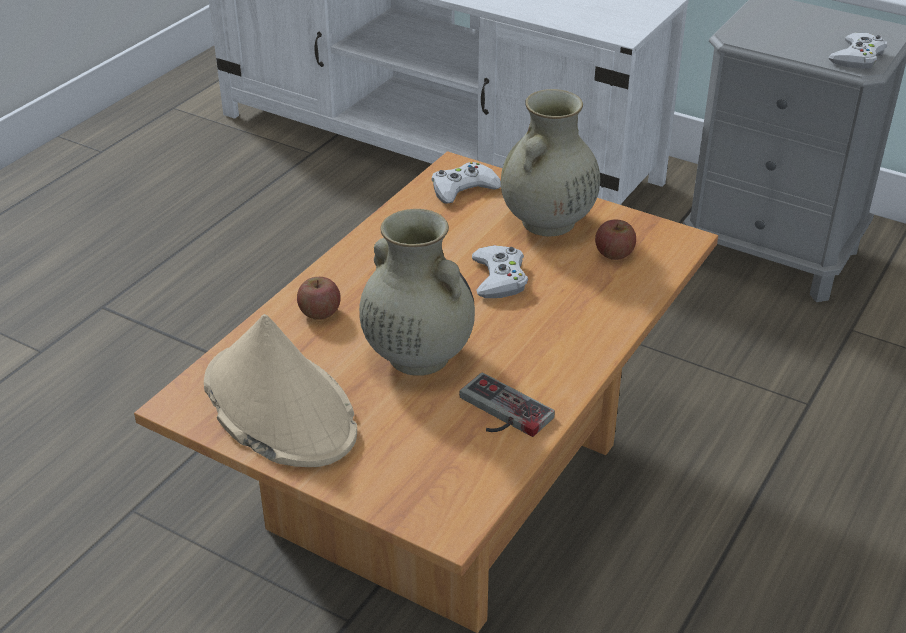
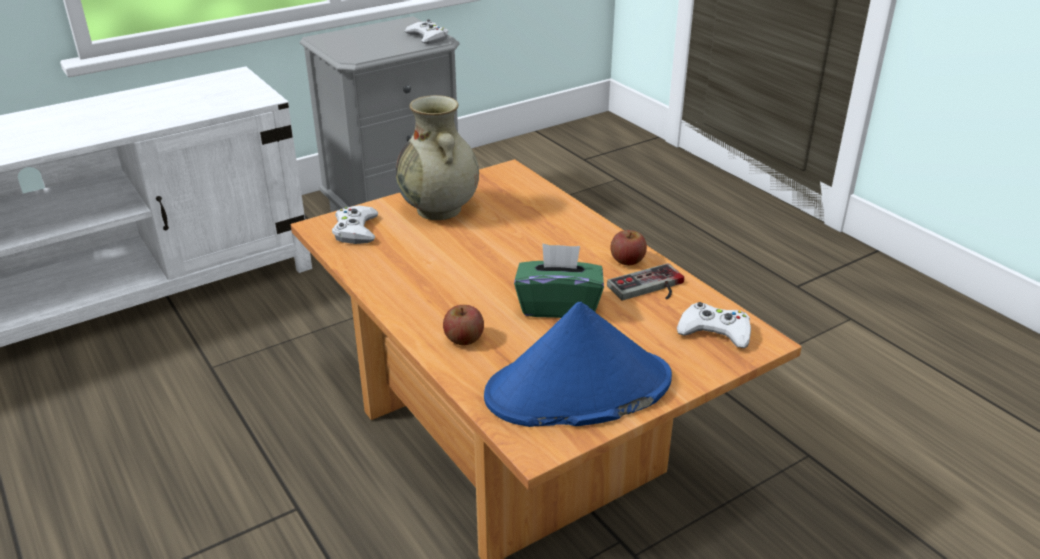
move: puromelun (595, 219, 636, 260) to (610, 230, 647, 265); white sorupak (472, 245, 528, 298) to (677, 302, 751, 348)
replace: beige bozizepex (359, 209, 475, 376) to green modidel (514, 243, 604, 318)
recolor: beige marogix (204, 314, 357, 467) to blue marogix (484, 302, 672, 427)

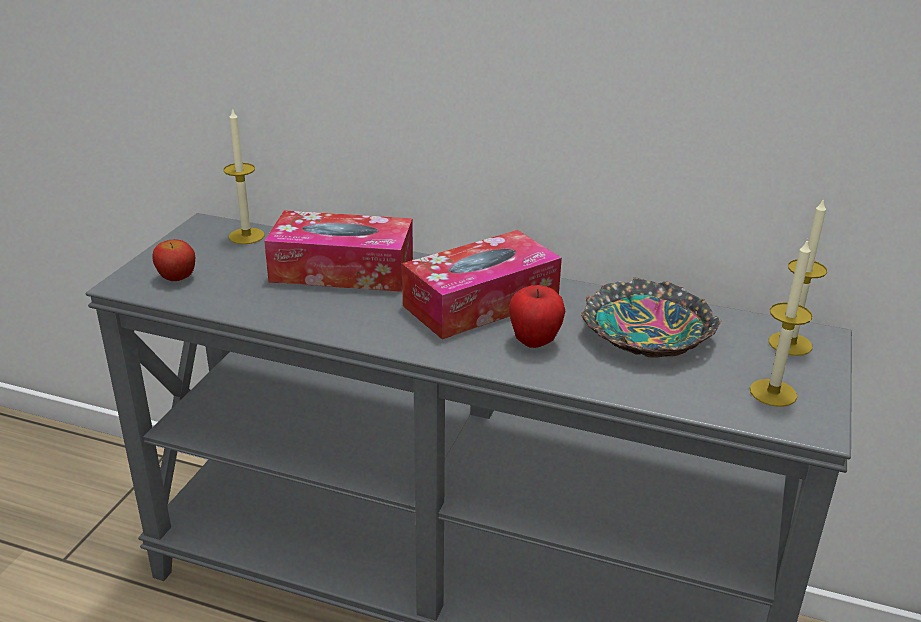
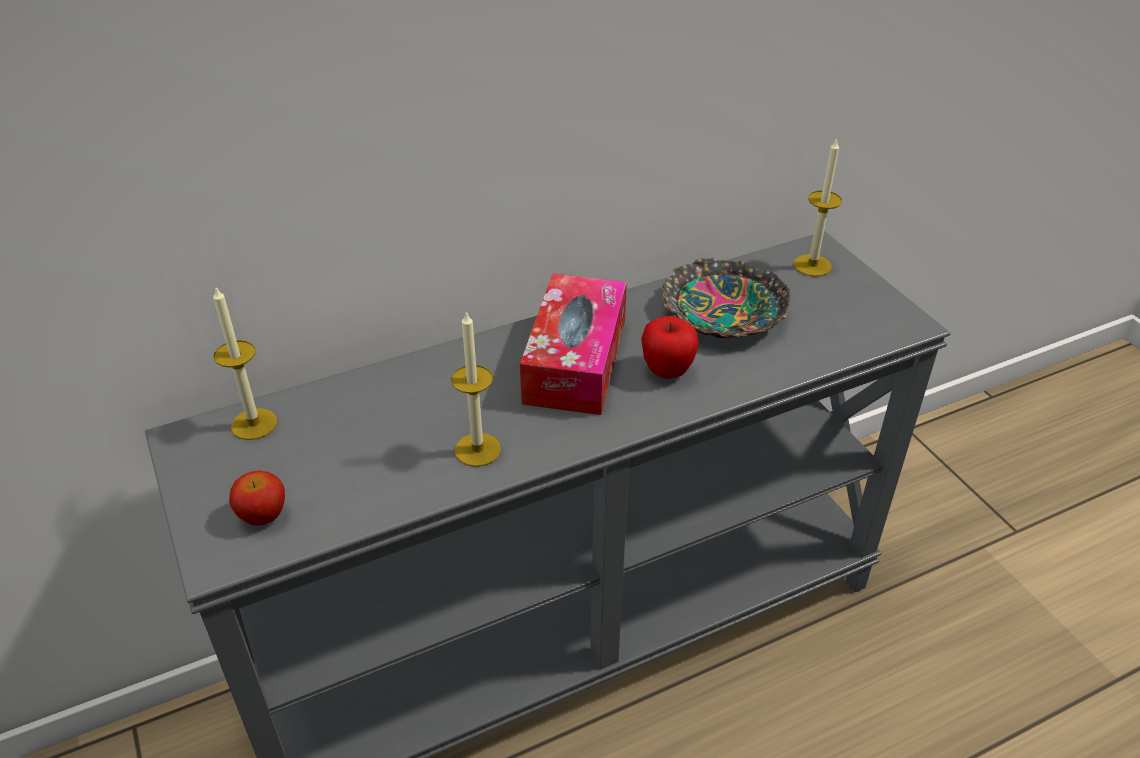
delete: modidel (264, 210, 413, 292)
move: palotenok (750, 239, 813, 407) to (451, 311, 501, 467)

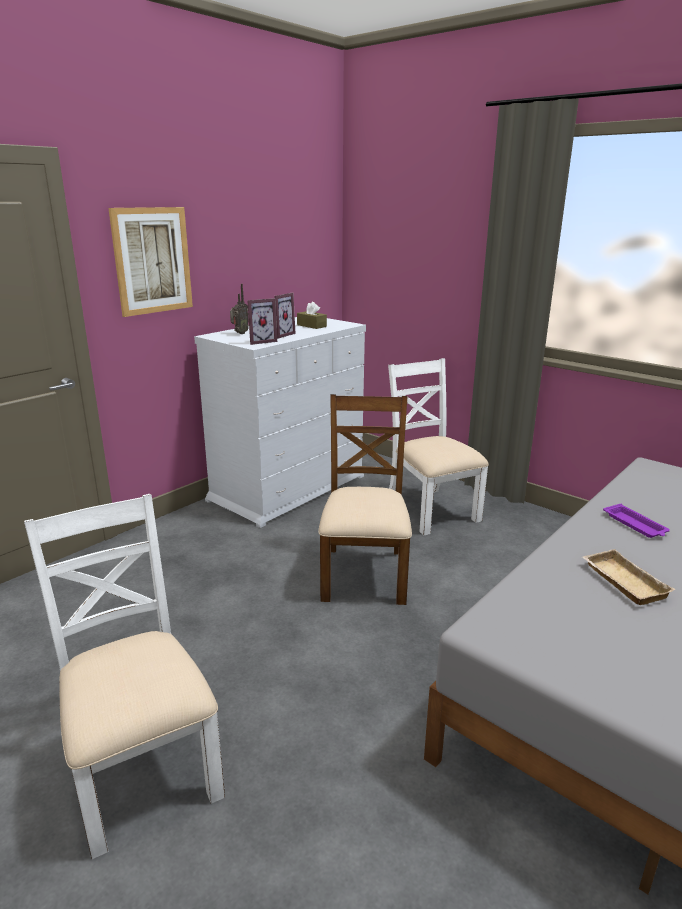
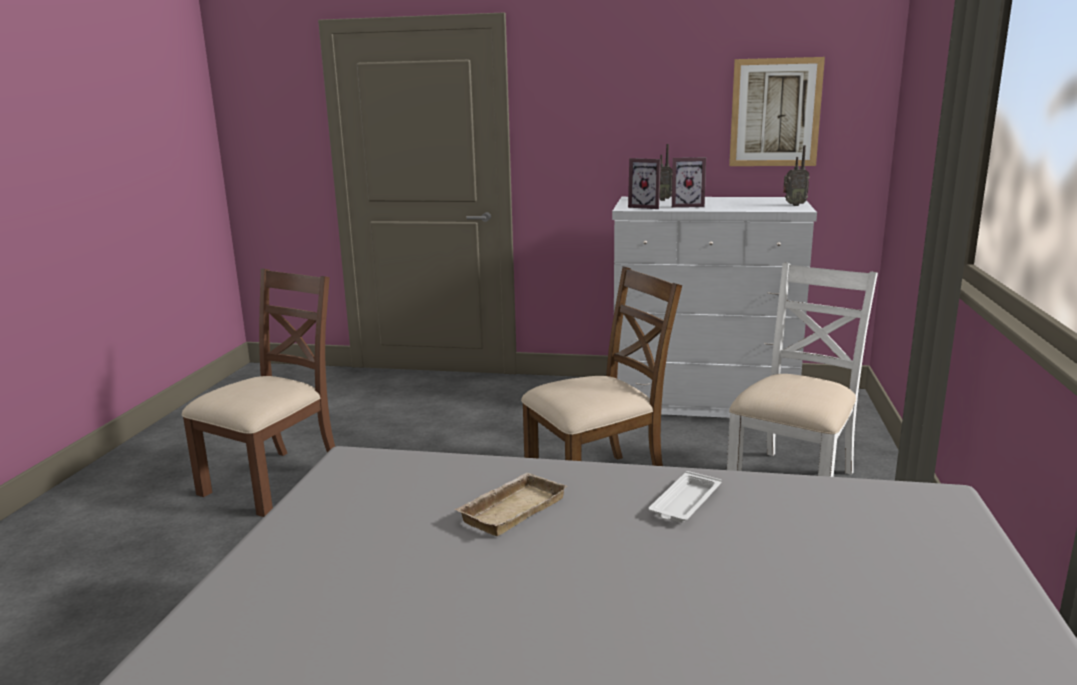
delete: brown modidel (297, 302, 327, 329)
insert: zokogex (783, 145, 810, 206)
move: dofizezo (108, 207, 193, 317) to (729, 57, 825, 166)
recolor: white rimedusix (24, 494, 225, 859) to brown rimedusix (182, 268, 335, 517); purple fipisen (603, 504, 670, 538) to white fipisen (649, 471, 722, 523)

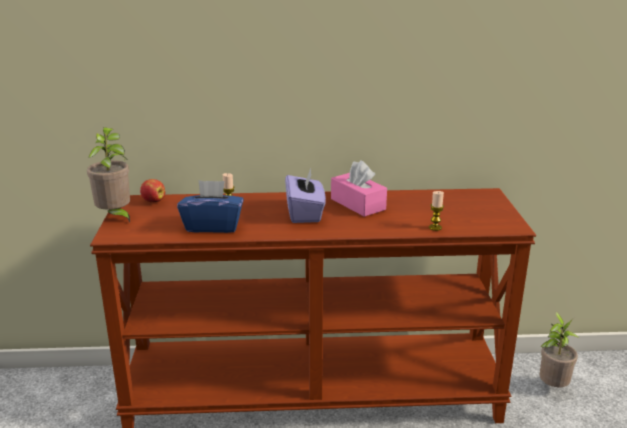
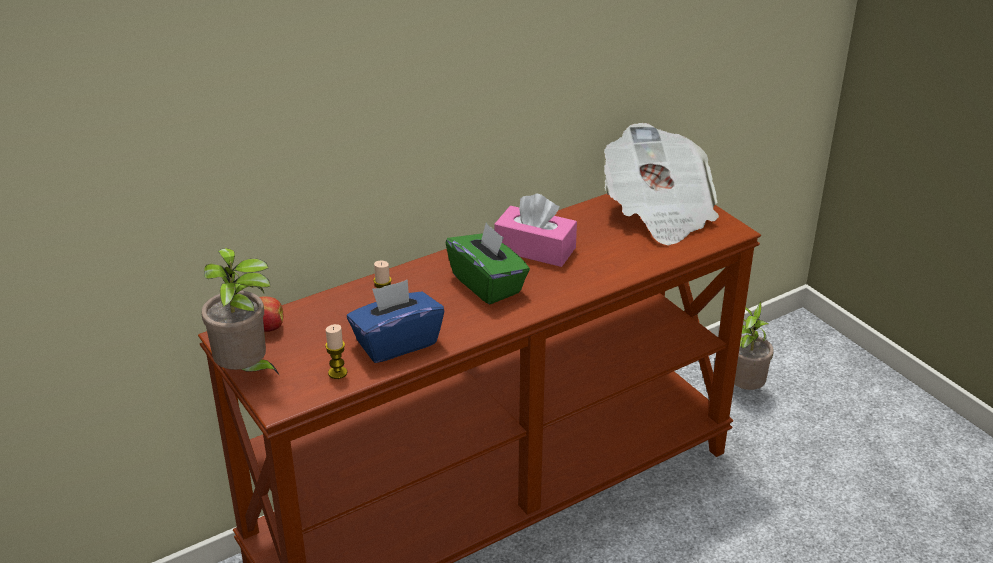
insert: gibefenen (604, 123, 719, 246)
move: palotenok (429, 191, 444, 231) to (325, 324, 347, 379)
recolor: purple modidel (285, 169, 326, 223) to green modidel (446, 222, 530, 304)

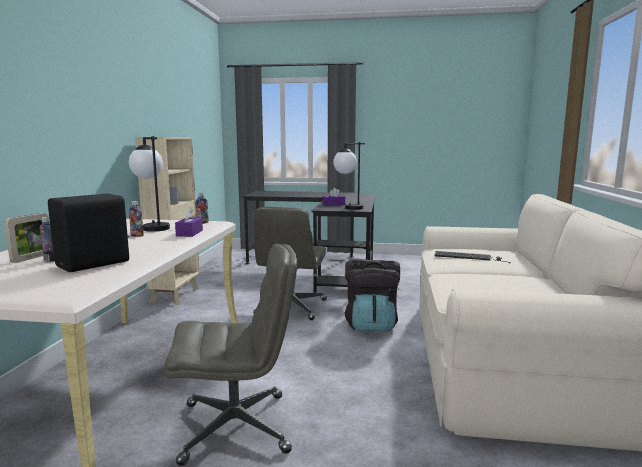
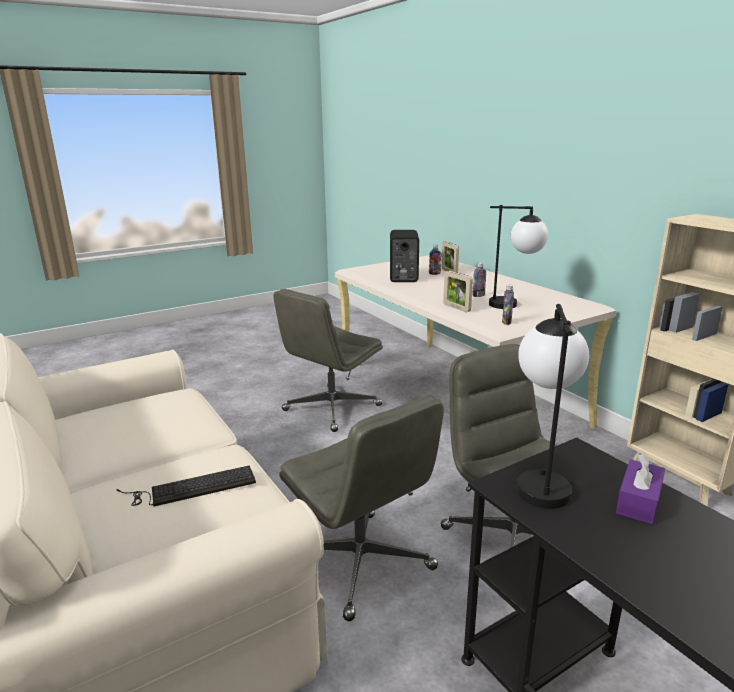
replace: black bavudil (345, 258, 400, 331) to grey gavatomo (279, 395, 444, 621); purple modidel (175, 207, 203, 237) to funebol (443, 271, 473, 312)

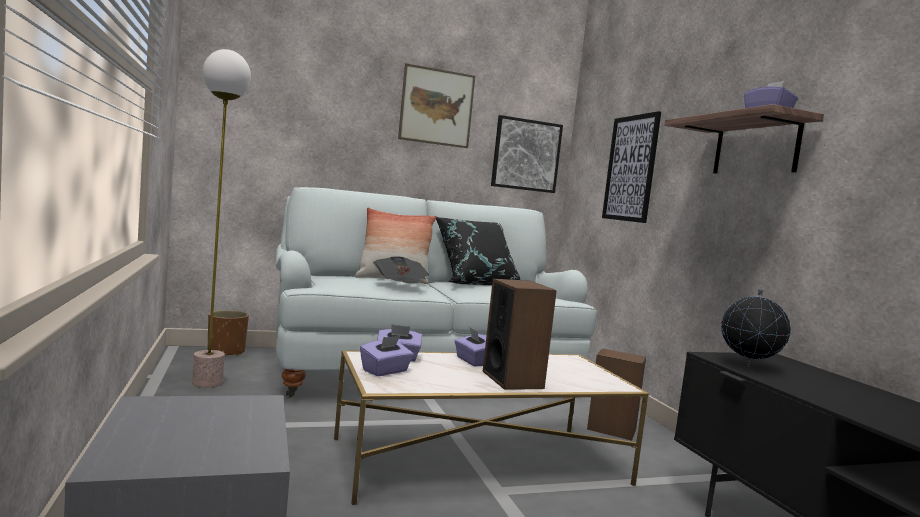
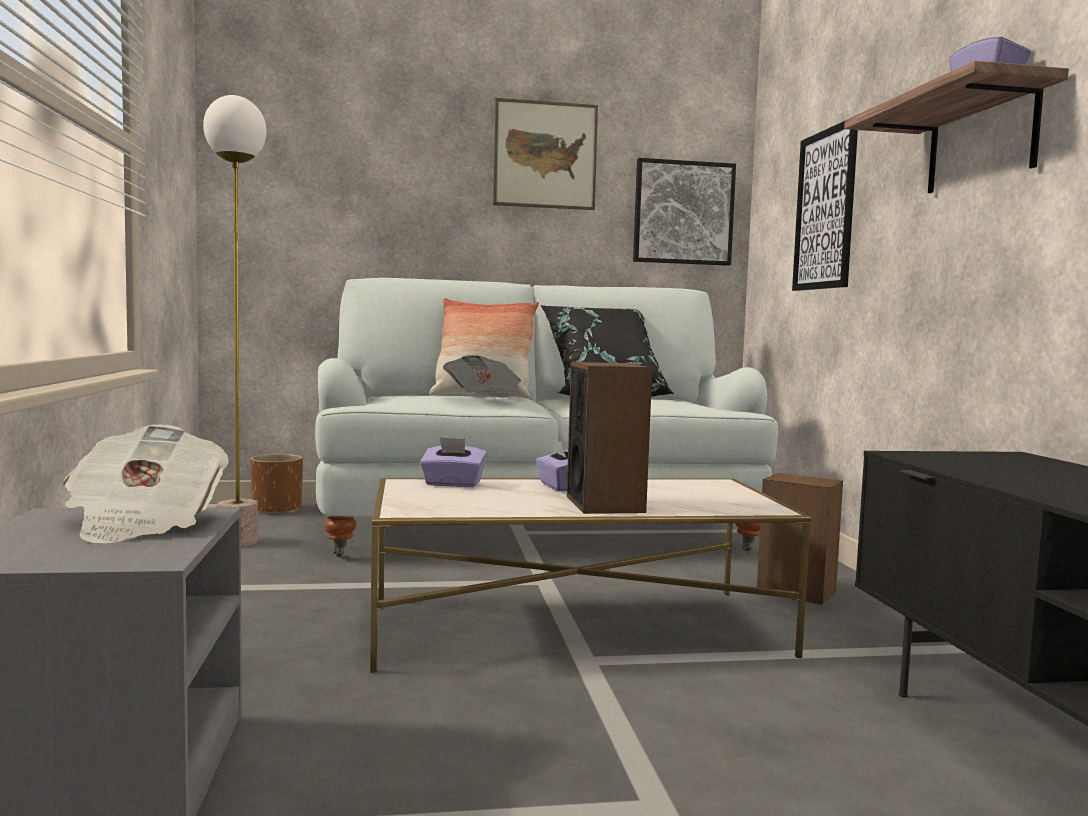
delete: purple modidel (360, 336, 413, 376); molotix (721, 289, 791, 367)
insert: gibefenen (64, 424, 229, 543)

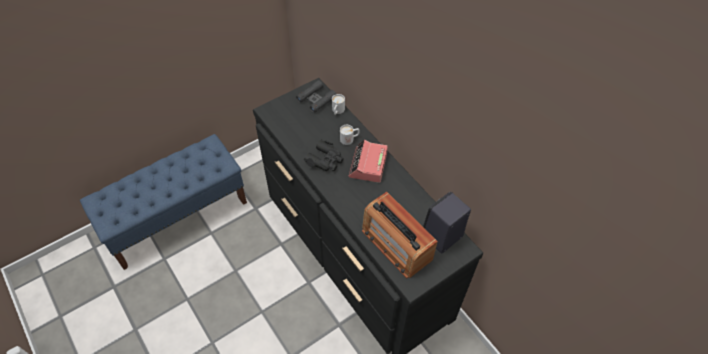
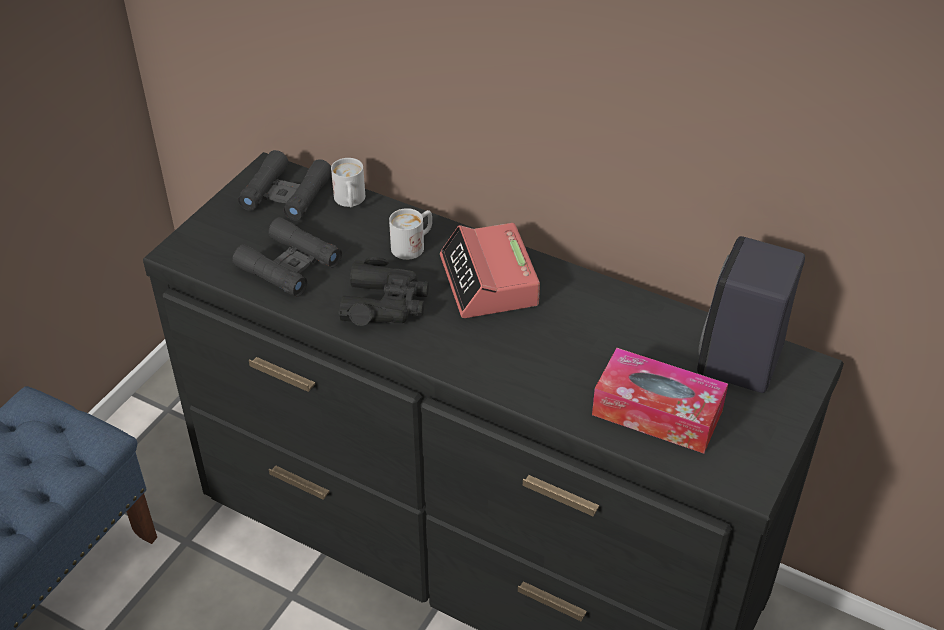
insert: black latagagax (232, 217, 342, 296)
replace: zokogex (362, 192, 438, 278) to modidel (592, 348, 728, 454)

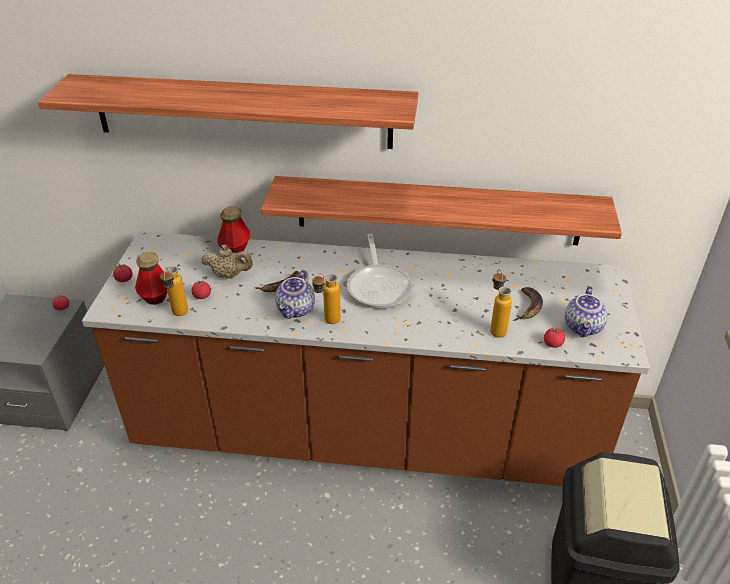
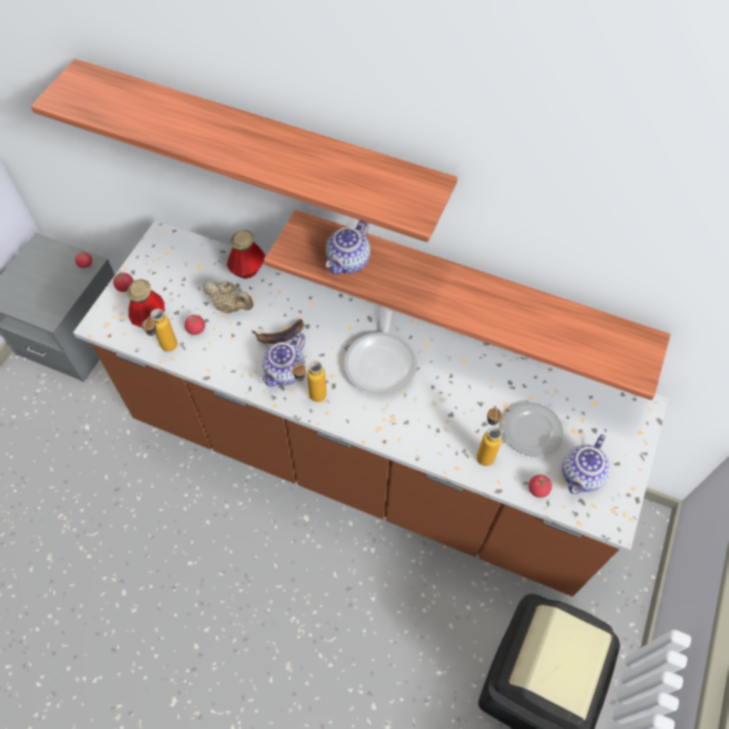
insert: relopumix (326, 220, 370, 274)
replace: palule (513, 287, 543, 321) to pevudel (503, 402, 563, 457)

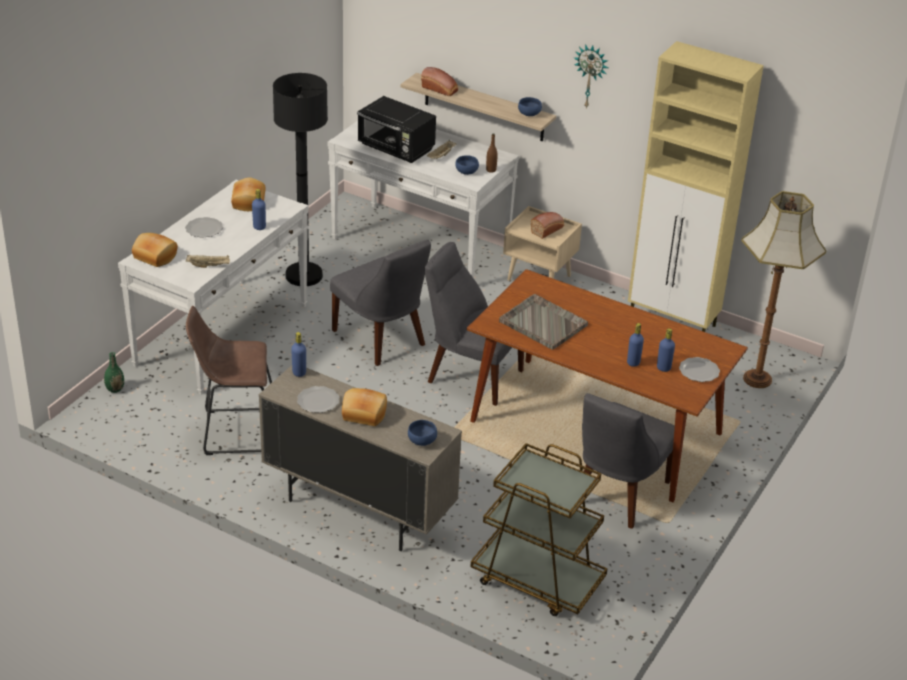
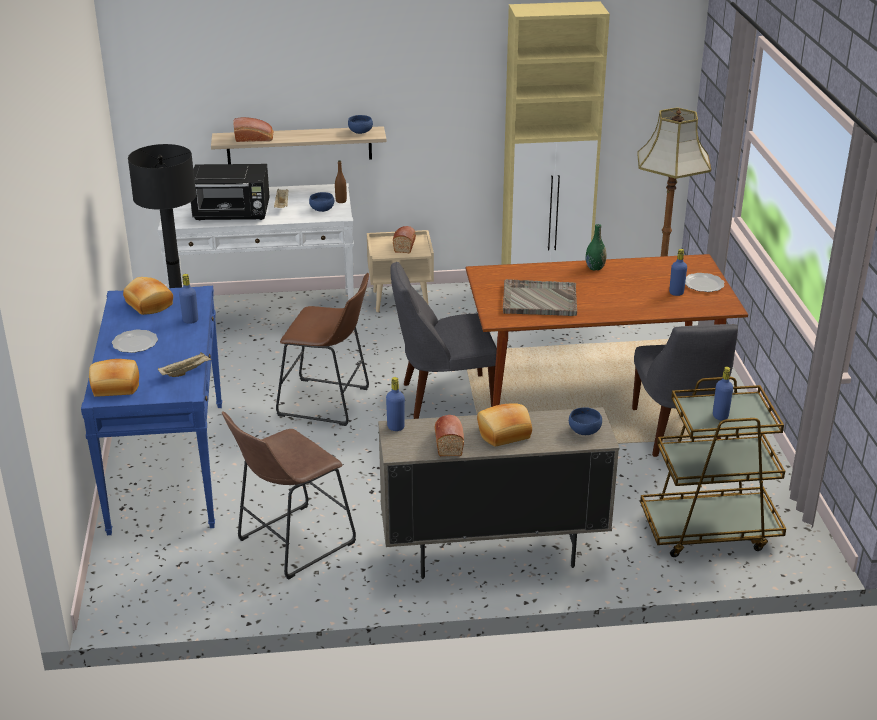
delete: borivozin (574, 44, 608, 109)
move: green bozizepex (104, 352, 124, 393) to (586, 224, 607, 271); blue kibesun (627, 323, 644, 367) to (713, 367, 733, 420)
replace: grey rimedusix (330, 240, 431, 366) to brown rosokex (276, 273, 369, 426); pevudel (297, 386, 339, 413) to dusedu (435, 415, 464, 456)
recolor: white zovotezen (118, 180, 309, 395) to blue zovotezen (81, 286, 222, 535)

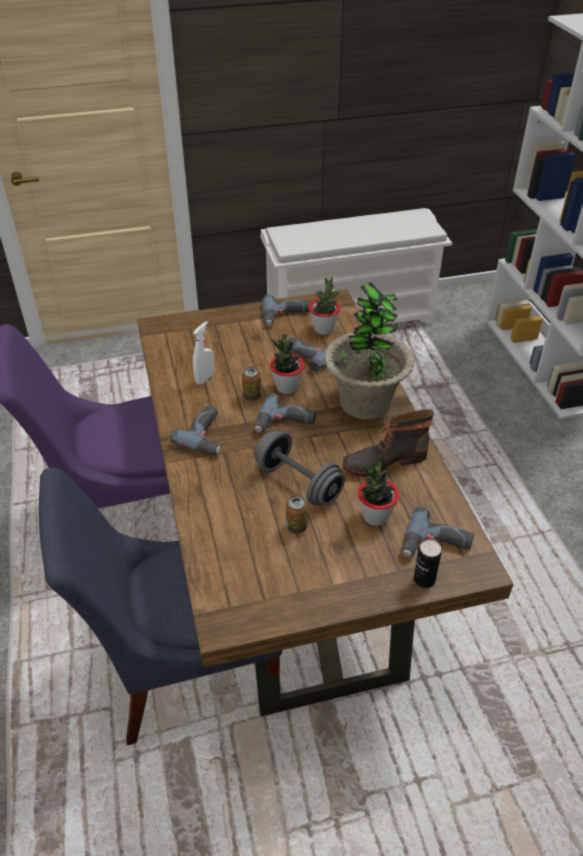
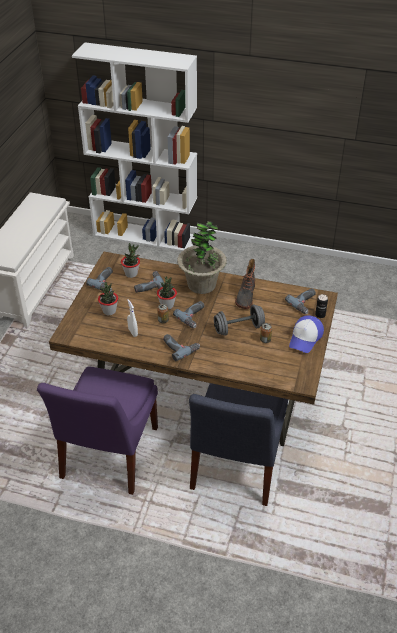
insert: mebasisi (289, 315, 324, 353)
move: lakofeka (358, 461, 399, 526) to (98, 282, 118, 316)

